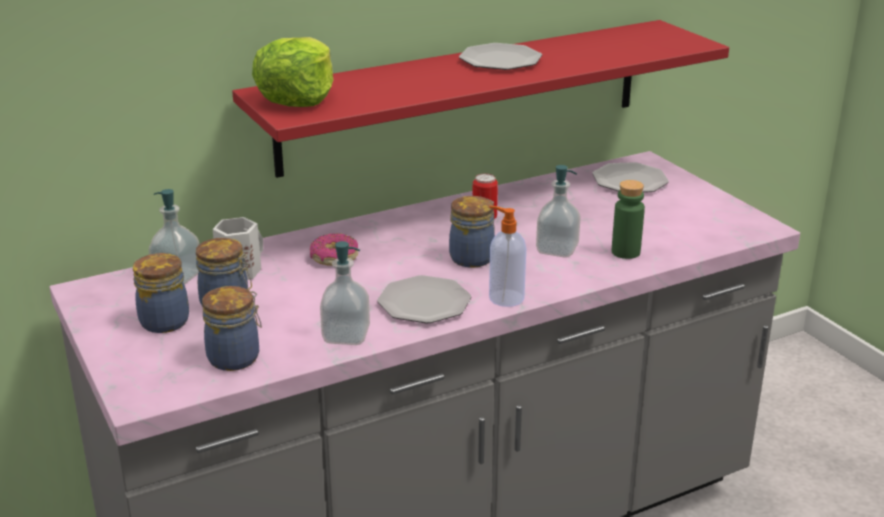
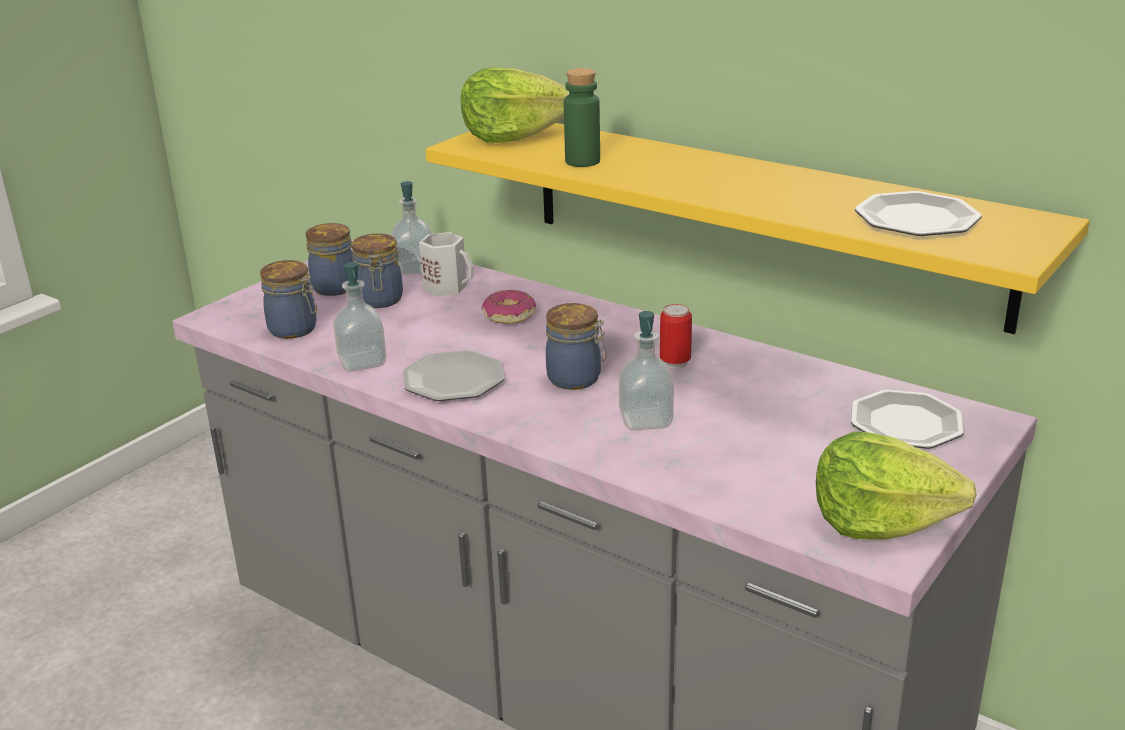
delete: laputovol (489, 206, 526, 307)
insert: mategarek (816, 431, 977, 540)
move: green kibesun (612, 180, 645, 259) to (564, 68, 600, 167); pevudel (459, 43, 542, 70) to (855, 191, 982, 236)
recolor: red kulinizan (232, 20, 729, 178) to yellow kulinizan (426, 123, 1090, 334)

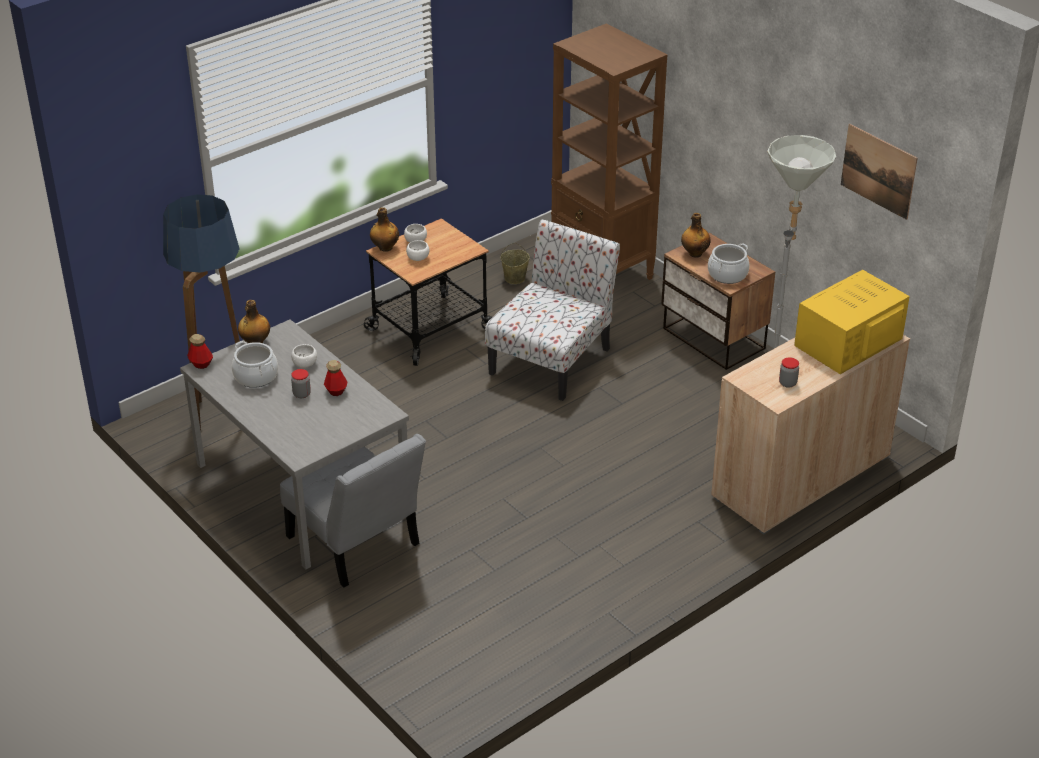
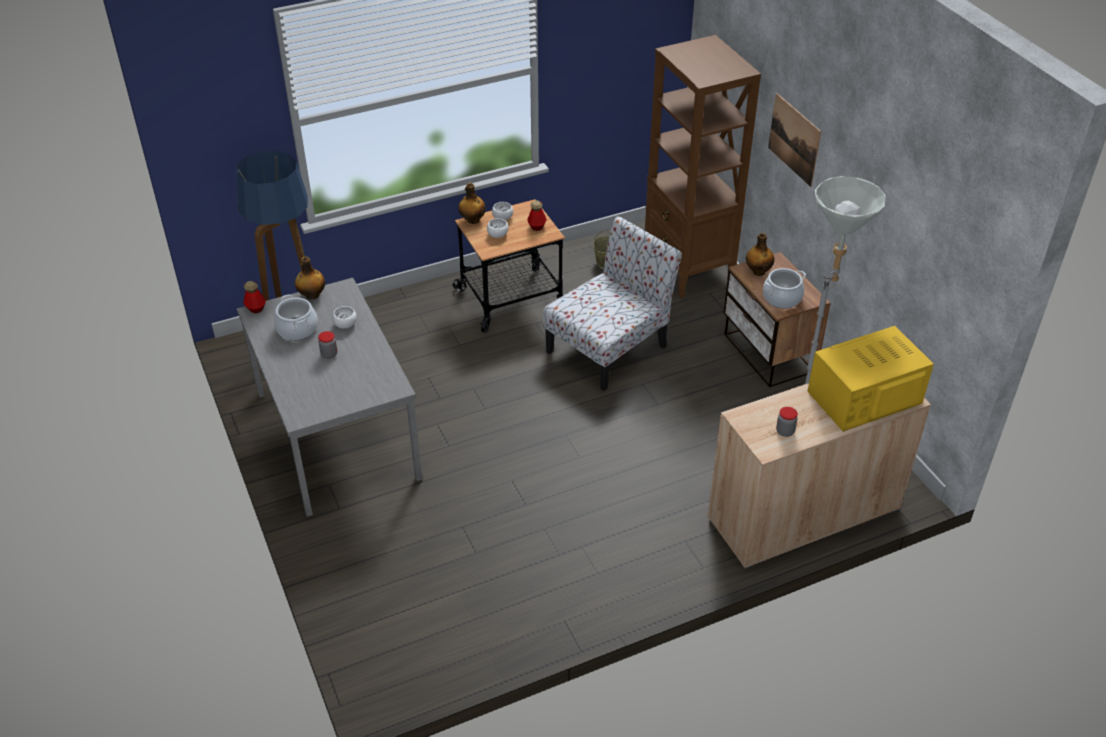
delete: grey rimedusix (280, 434, 426, 587)
move: kibesun (324, 360, 347, 396) to (527, 200, 547, 231); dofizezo (841, 124, 918, 220) to (768, 93, 821, 187)

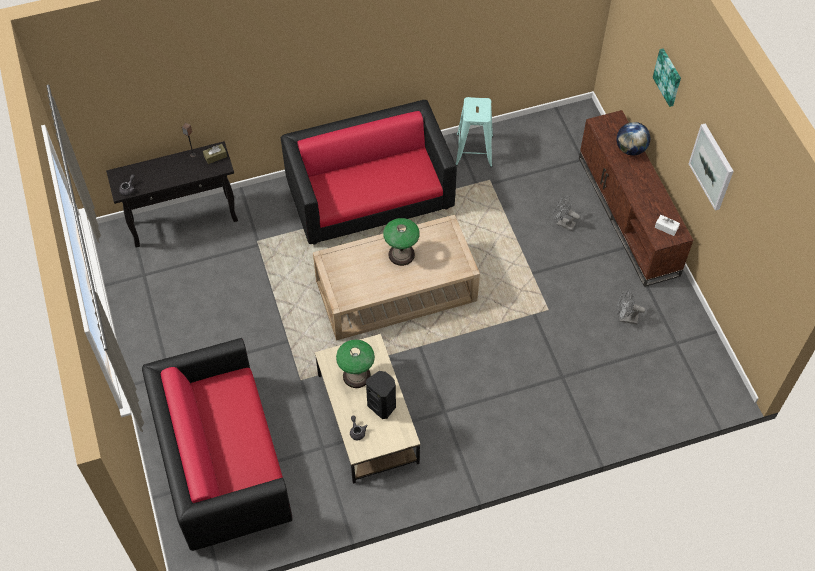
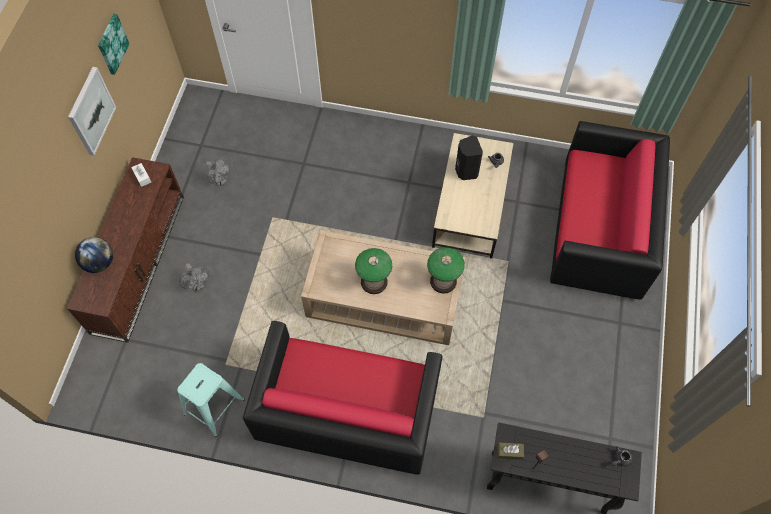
move: dofizezo (653, 48, 681, 107) to (98, 14, 129, 75); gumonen (336, 340, 375, 388) to (427, 247, 465, 294)

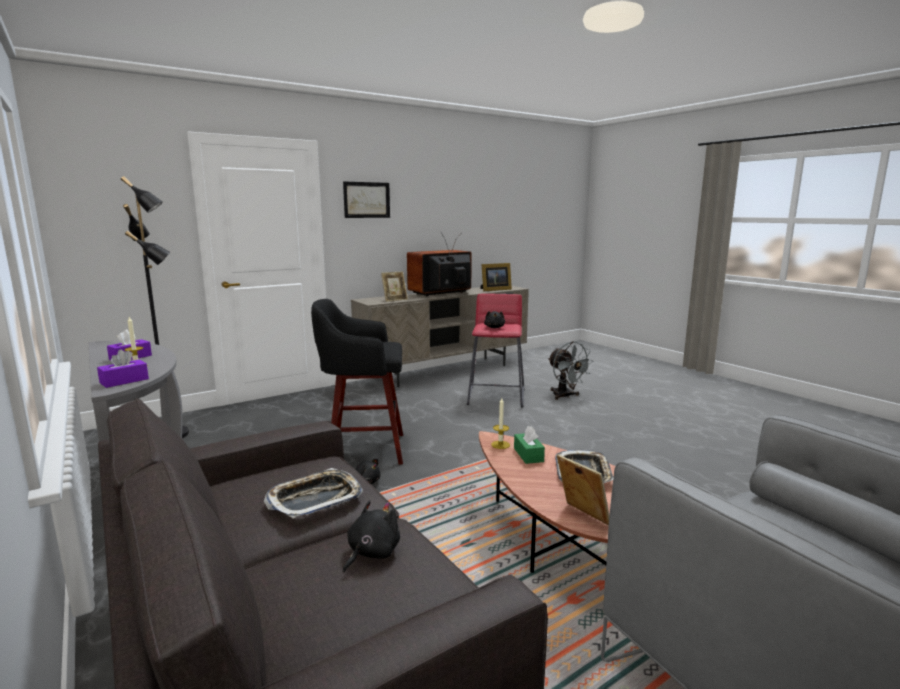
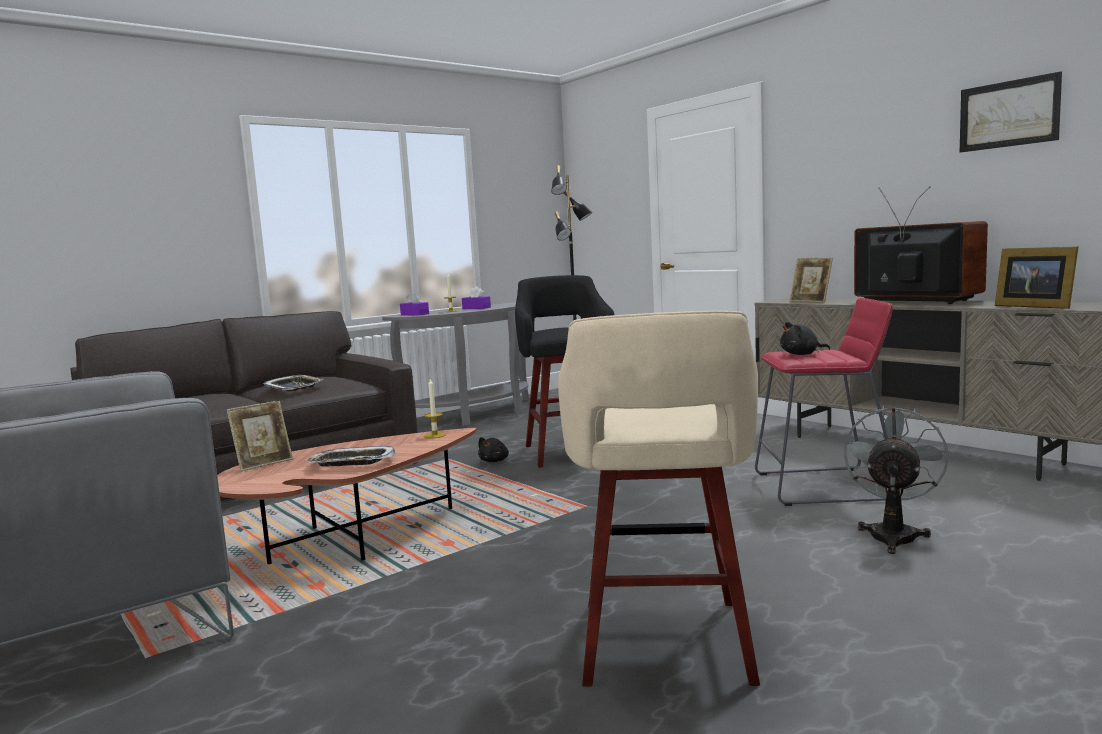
delete: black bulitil (343, 500, 400, 573); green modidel (514, 426, 545, 464)
insert: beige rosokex (558, 311, 760, 687)
move: dofizezo (343, 181, 390, 218) to (960, 71, 1062, 153)
rotate: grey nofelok (548, 341, 593, 400) = (844, 405, 949, 554) 150 degrees clockwise

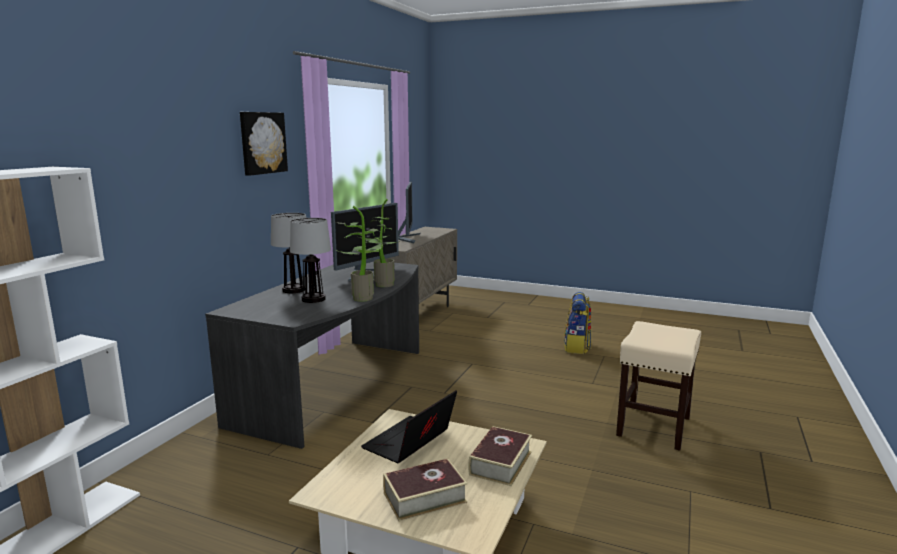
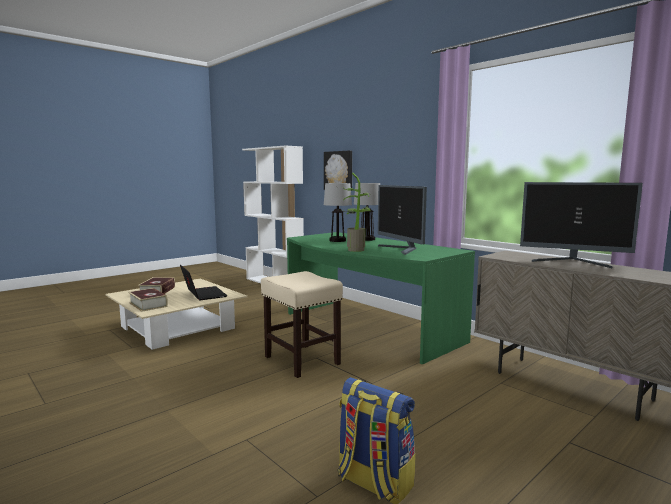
delete: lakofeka (336, 206, 382, 302)
move: beige rosokex (616, 321, 701, 451) to (261, 271, 343, 378); dofizezo (240, 112, 288, 176) to (324, 150, 352, 190)
recolor: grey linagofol (205, 262, 419, 449) to green linagofol (287, 232, 475, 365)

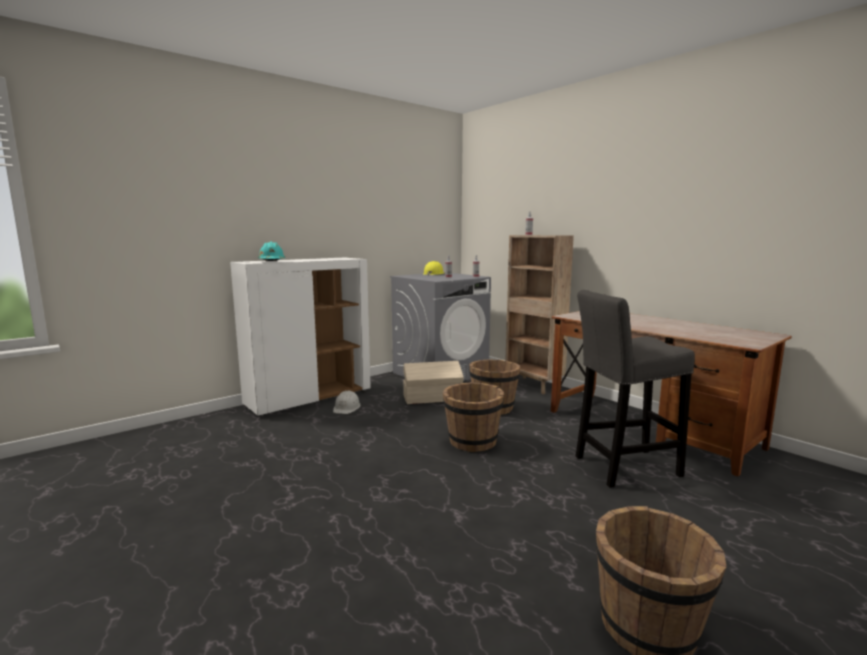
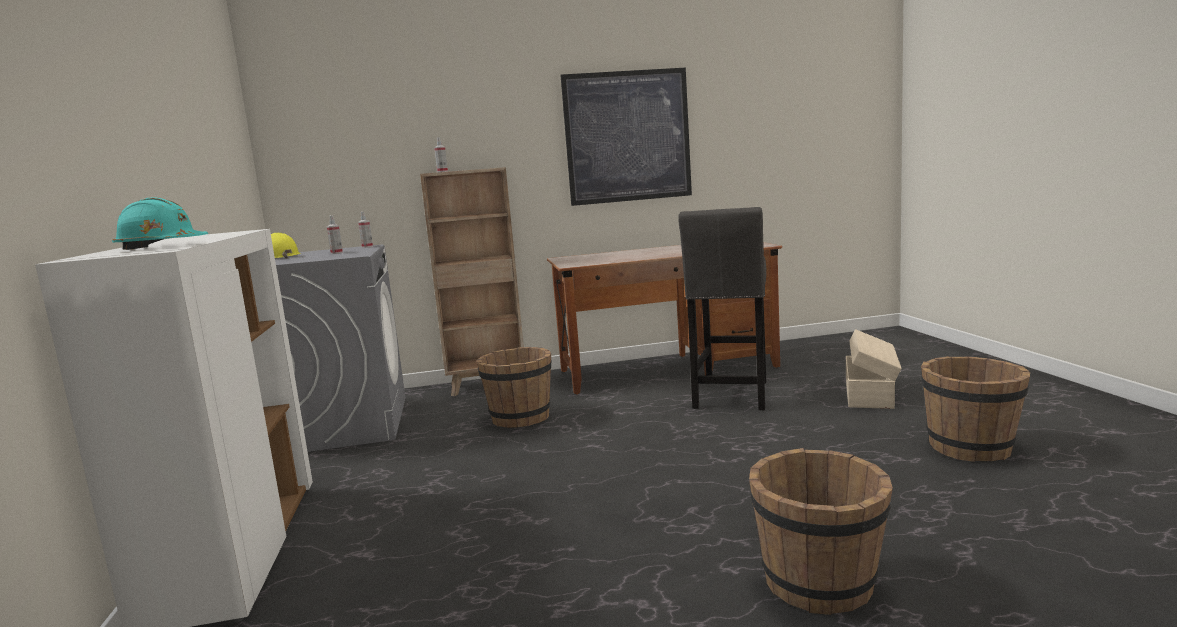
delete: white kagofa (333, 391, 361, 414)
insert: dofizezo (560, 68, 692, 206)
move: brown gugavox (443, 382, 504, 452) to (749, 448, 893, 615); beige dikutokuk (403, 361, 464, 404) to (846, 329, 902, 409)

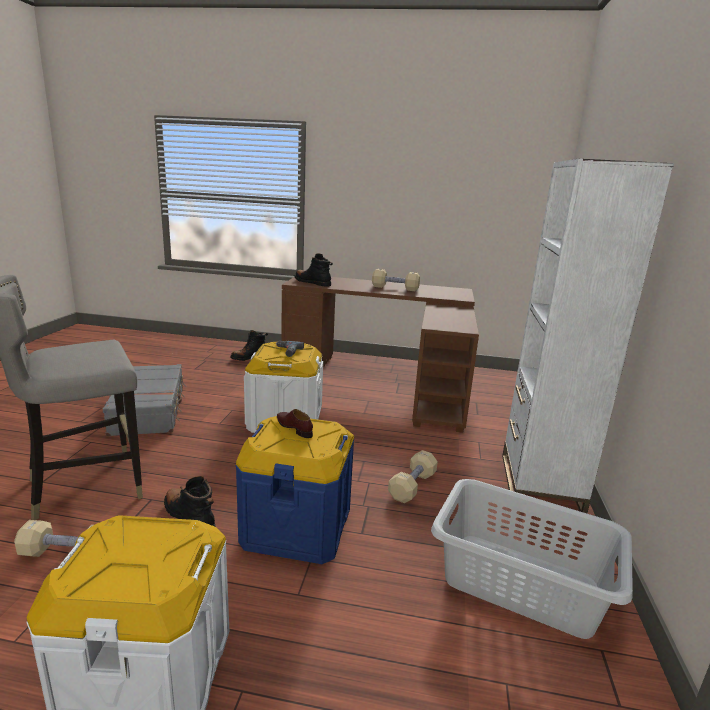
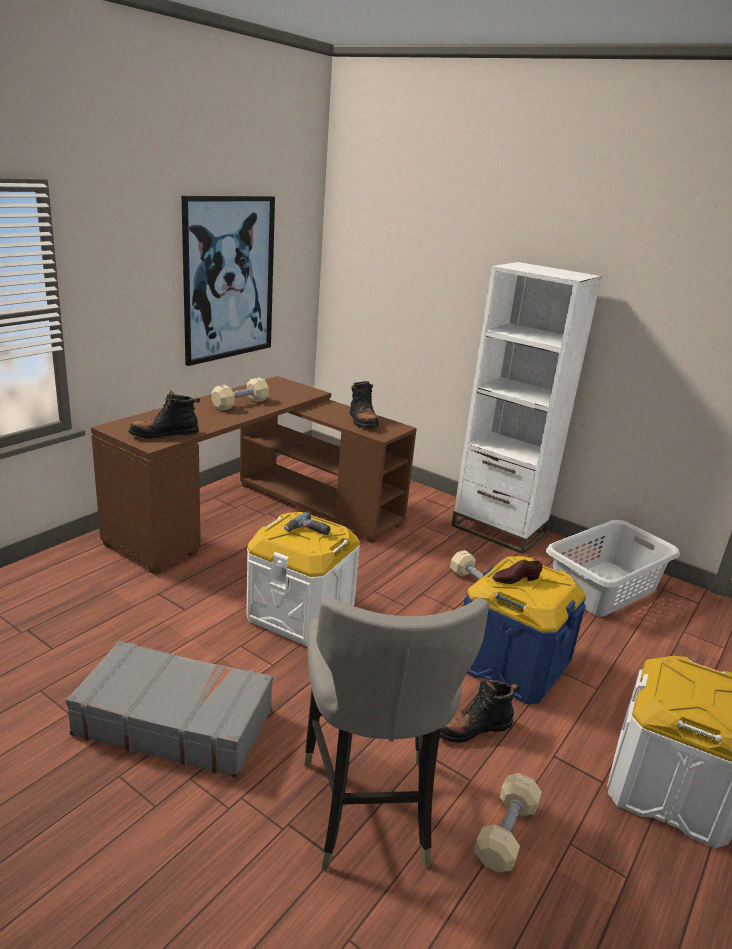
insert: dofizezo (181, 196, 275, 366)
move: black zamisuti (230, 330, 268, 361) to (350, 381, 379, 428)

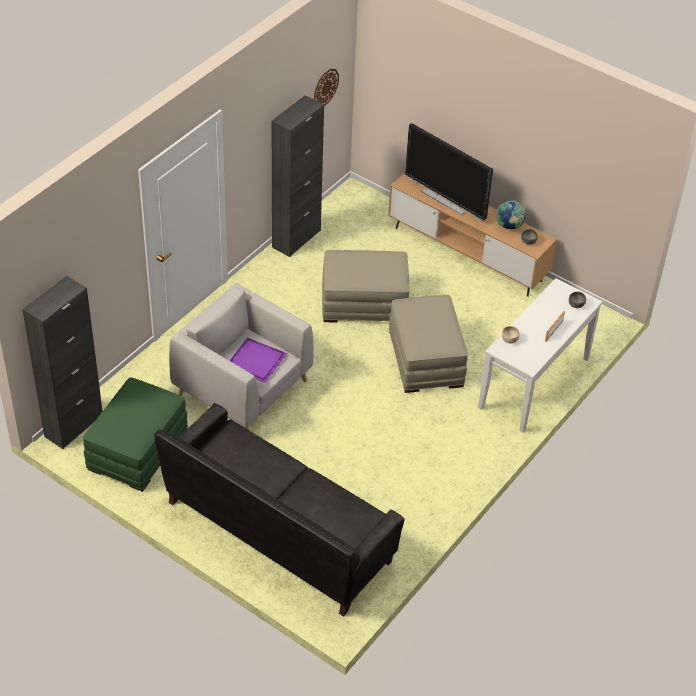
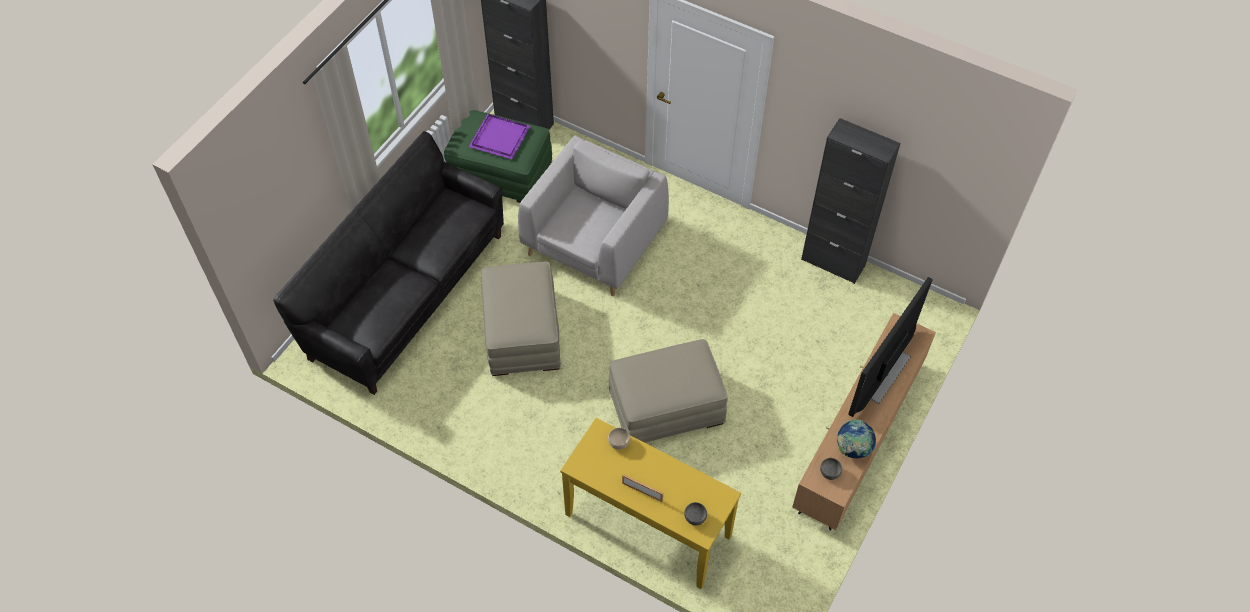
delete: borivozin (314, 69, 339, 106)
move: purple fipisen (229, 338, 287, 383) to (469, 114, 530, 159); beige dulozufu (322, 250, 409, 323) to (481, 262, 561, 376)
recolor: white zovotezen (478, 278, 602, 433) to yellow zovotezen (560, 418, 741, 589)

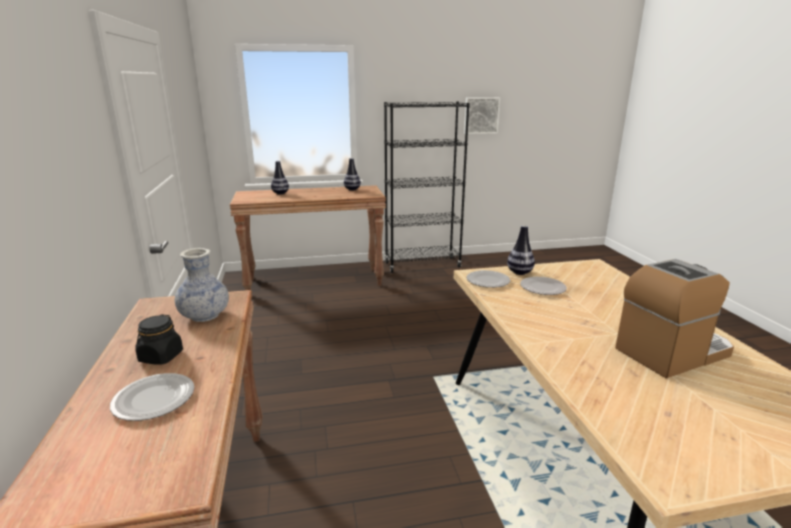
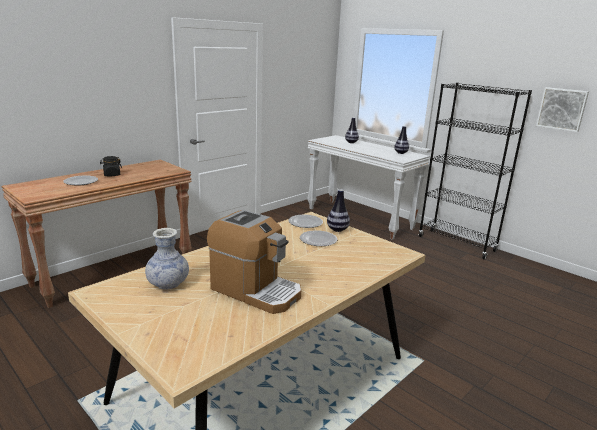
move: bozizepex (175, 248, 229, 322) to (145, 228, 189, 290)
recolor: brown zovotezen (230, 185, 386, 290) to white zovotezen (307, 135, 430, 240)

